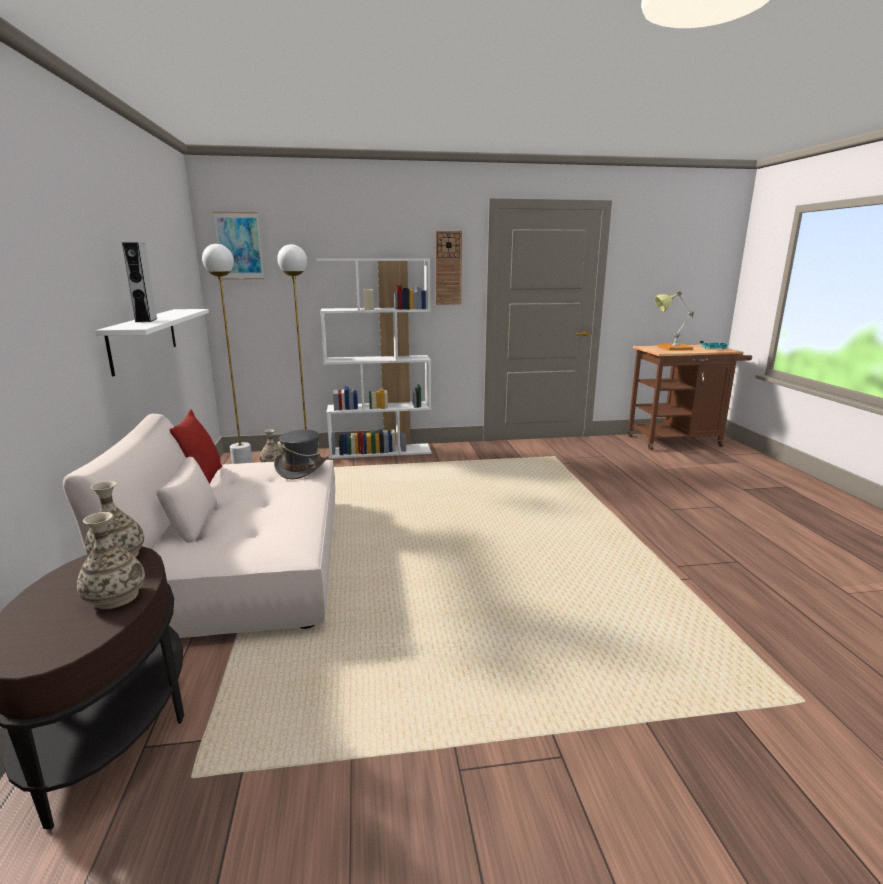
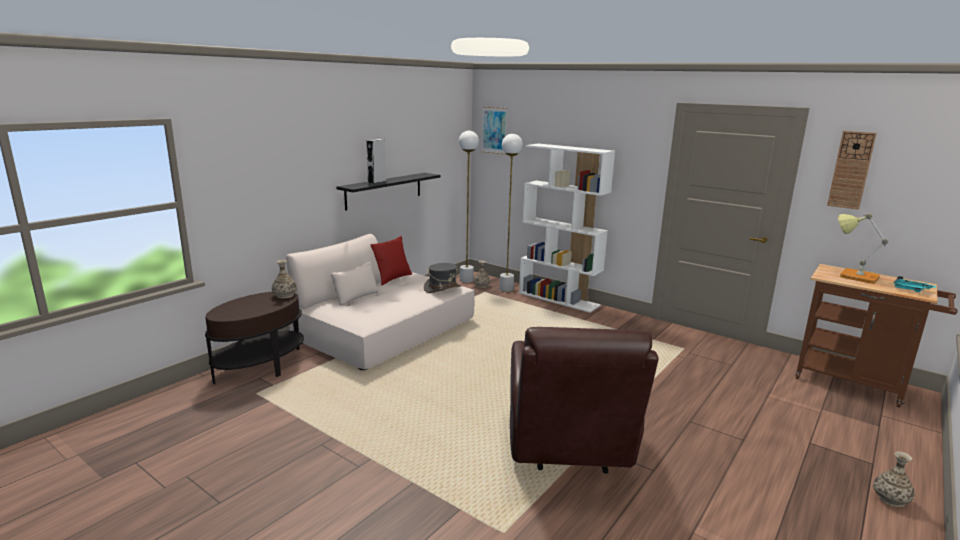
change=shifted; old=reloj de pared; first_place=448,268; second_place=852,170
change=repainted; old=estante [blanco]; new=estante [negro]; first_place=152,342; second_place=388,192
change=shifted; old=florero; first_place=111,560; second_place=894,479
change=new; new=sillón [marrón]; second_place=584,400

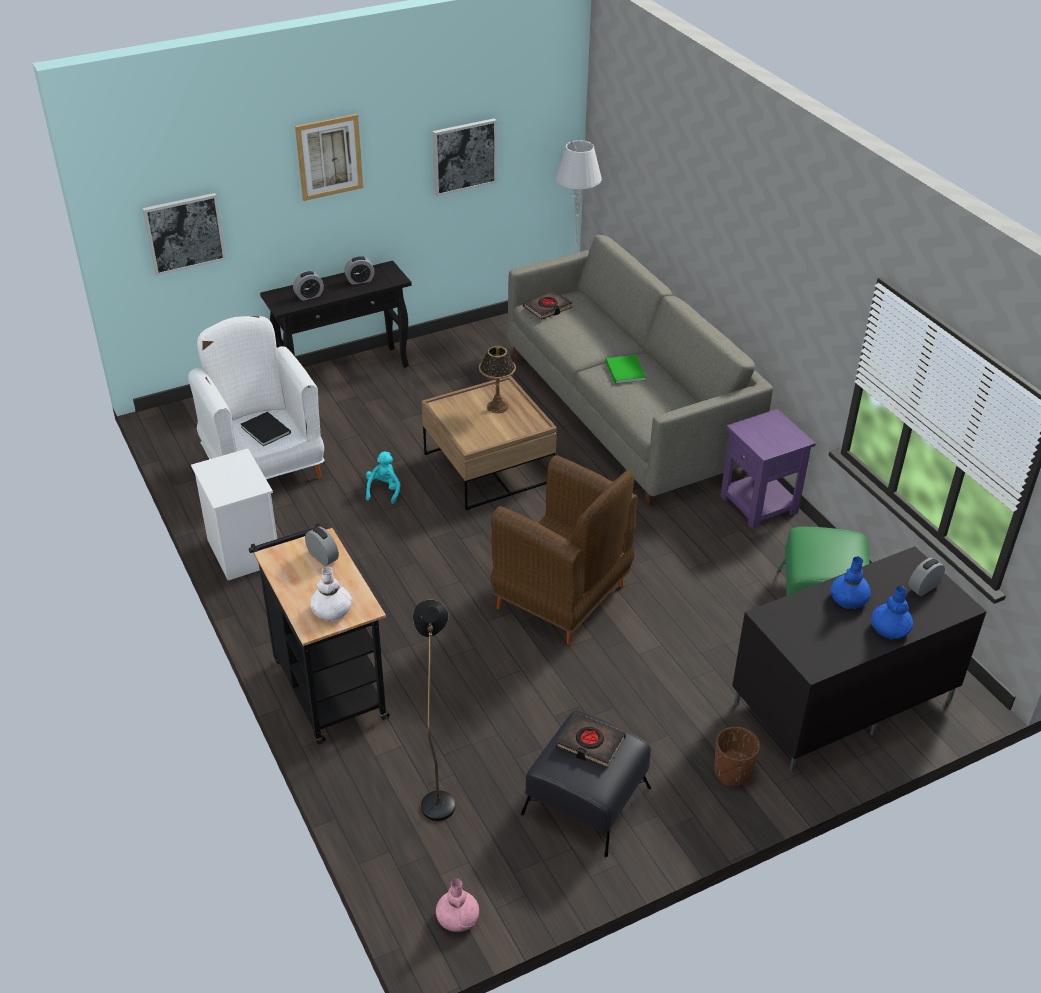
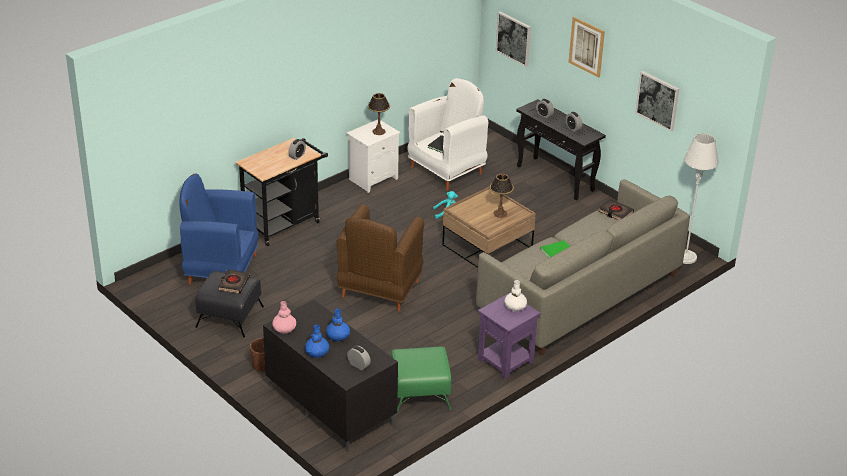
change=shifted; old=florero [blanco]; first_place=331,594; second_place=515,295
change=swapped; old=lámpara de pie [negro]; new=sillón [azul]; first_place=434,710; second_place=219,229
change=shifted; old=florero [rosa]; first_place=457,905; second_place=284,317
change=new; new=lámpara de mesa; second_place=379,114

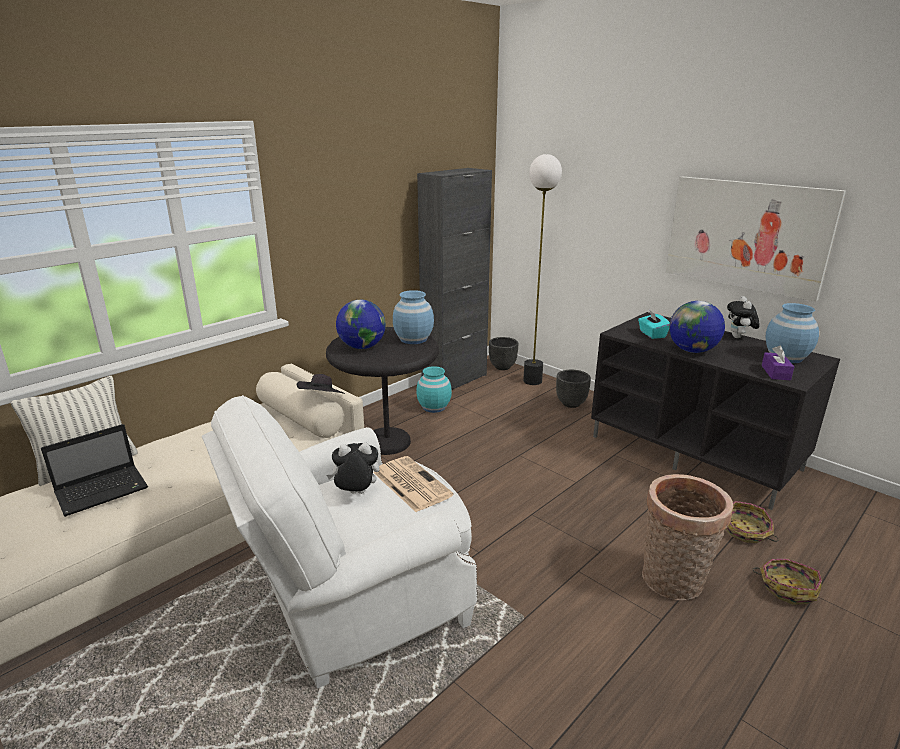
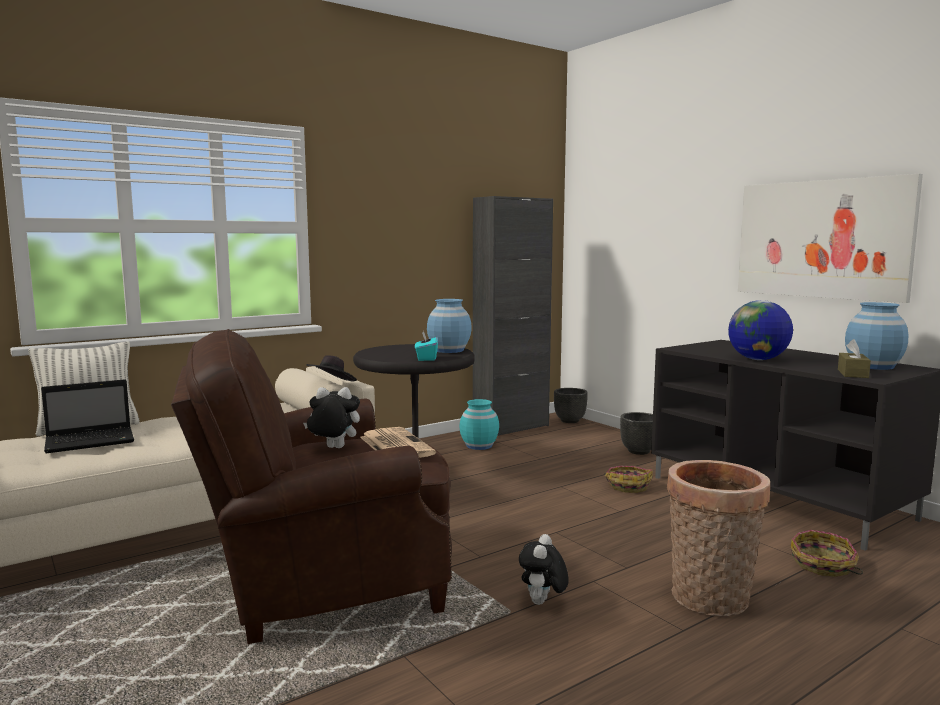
change=gone; old=lámpara de pie; first_place=542,269
change=shifted; old=peluche; first_place=743,317; second_place=544,569
change=gone; old=globo terráqueo; first_place=361,324
change=shifted; old=caja de pañuelos [turquesa]; first_place=654,325; second_place=426,346
change=repainted; old=caja de pañuelos [morado]; new=caja de pañuelos [marrón]; first_place=777,363; second_place=854,358
change=repainted; old=sillón [blanco]; new=sillón [marrón]; first_place=339,542; second_place=311,486
change=shifted; old=cesta; first_place=787,582; second_place=628,479

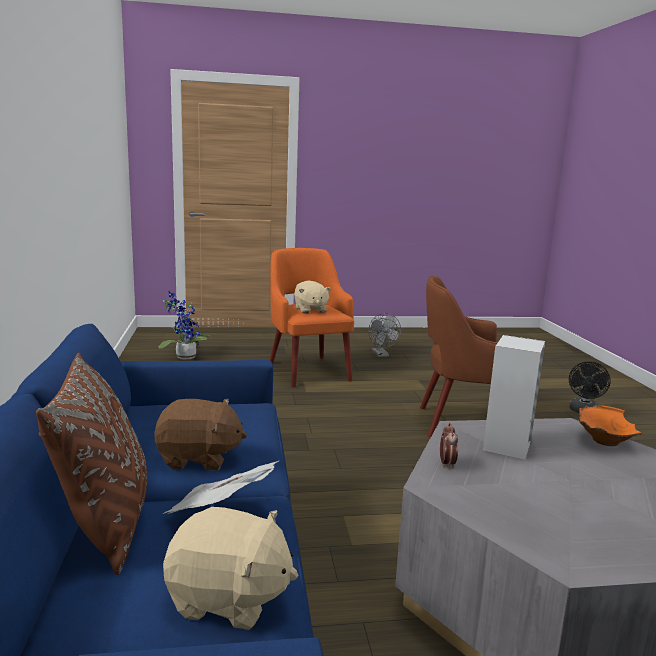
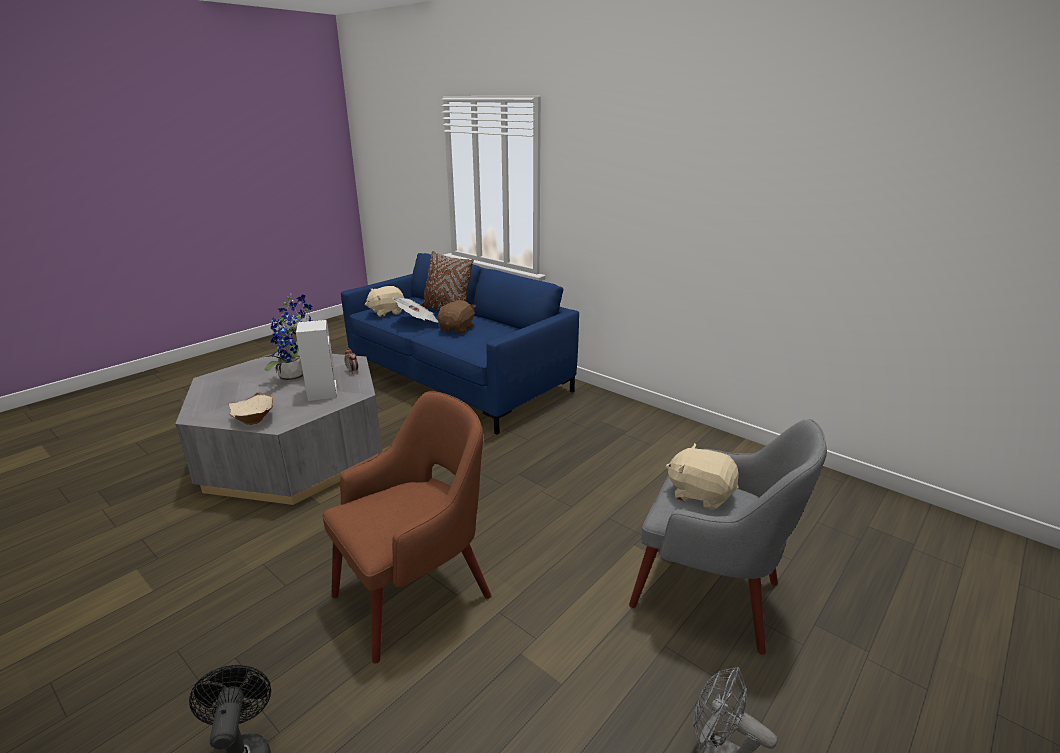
change=repainted; old=sillón [naranja]; new=sillón [gris]; first_place=312,317; second_place=728,537
change=shifted; old=planta en maceta; first_place=184,325; second_place=285,338
change=rotated; old=peluche [marrón]; first_place=200,434; second_place=457,317; degrees=150
change=repainted; old=cuenco [naranja]; new=cuenco [beis]; first_place=610,425; second_place=251,408

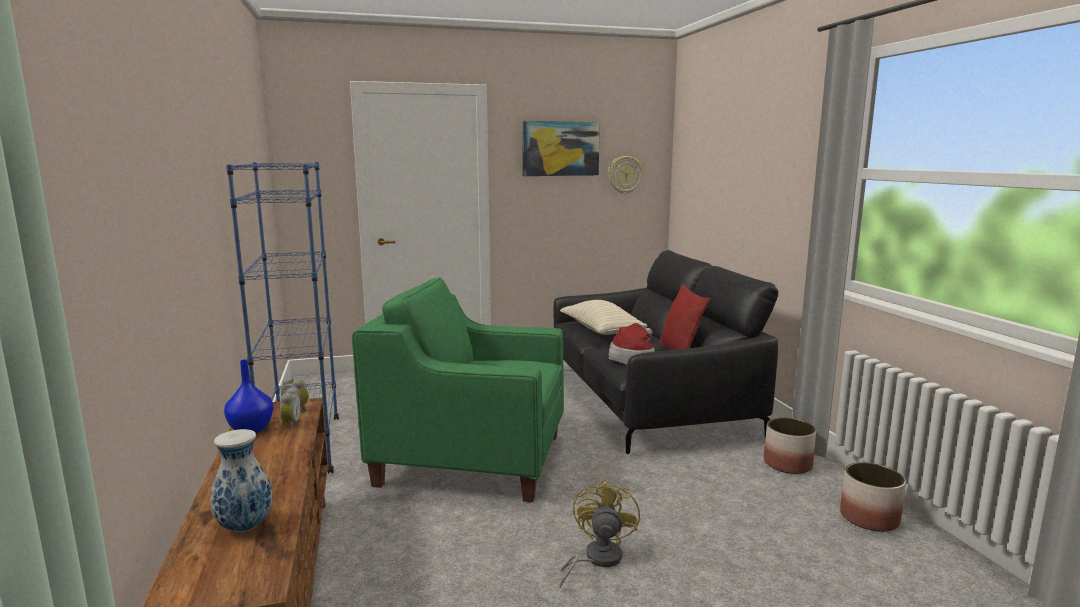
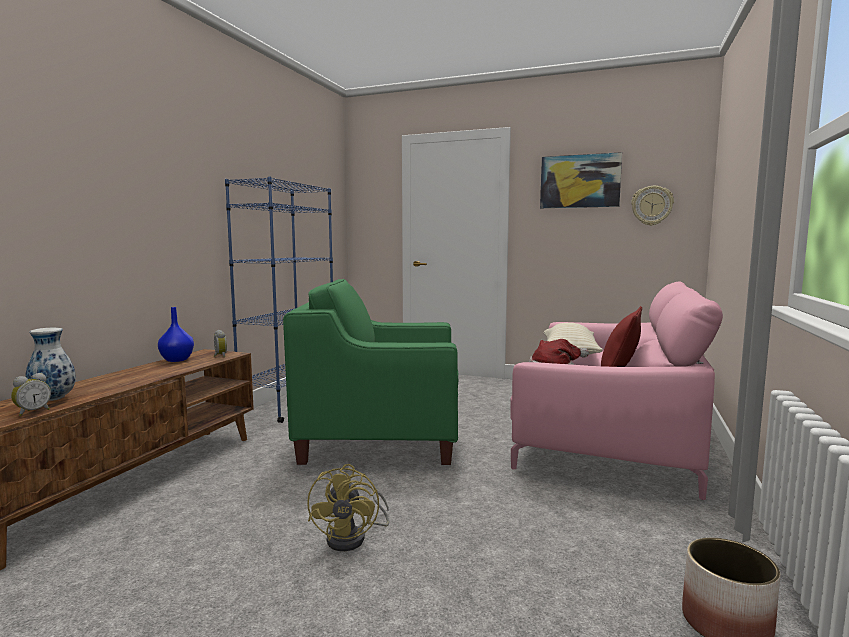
change=repainted; old=sofá [negro]; new=sofá [rosa]; first_place=665,352; second_place=617,390
change=rotated; old=sillón [verde]; first_place=458,389; second_place=370,372; degrees=-45
change=shifted; old=despertador; first_place=290,408; second_place=31,394
change=gone; old=maceta; first_place=790,445
change=rotated; old=ventilador [amarillo]; first_place=600,533; second_place=348,507; degrees=135

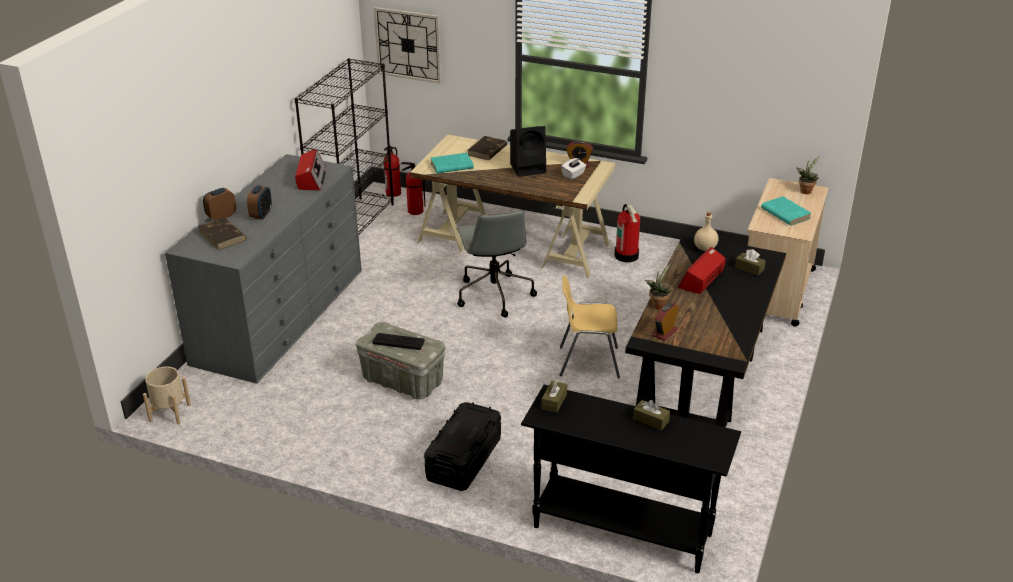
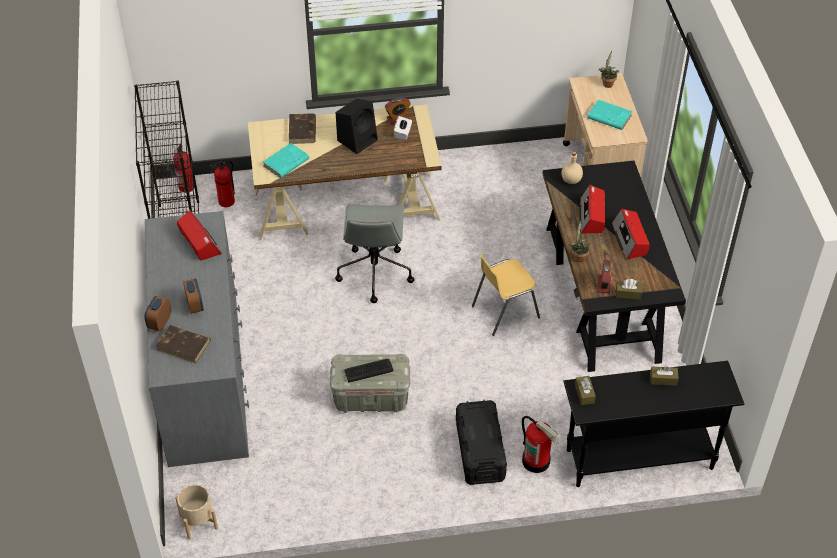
change=gone; old=reloj de pared; first_place=408,45
change=shifted; old=extintor; first_place=627,233; second_place=540,444
change=rotated; old=silla de oficina [gris]; first_place=496,263; second_place=374,253; degrees=45
change=shifted; old=caja de pañuelos [marrón]; first_place=750,262; second_place=629,289
change=new; new=radio; second_place=631,234

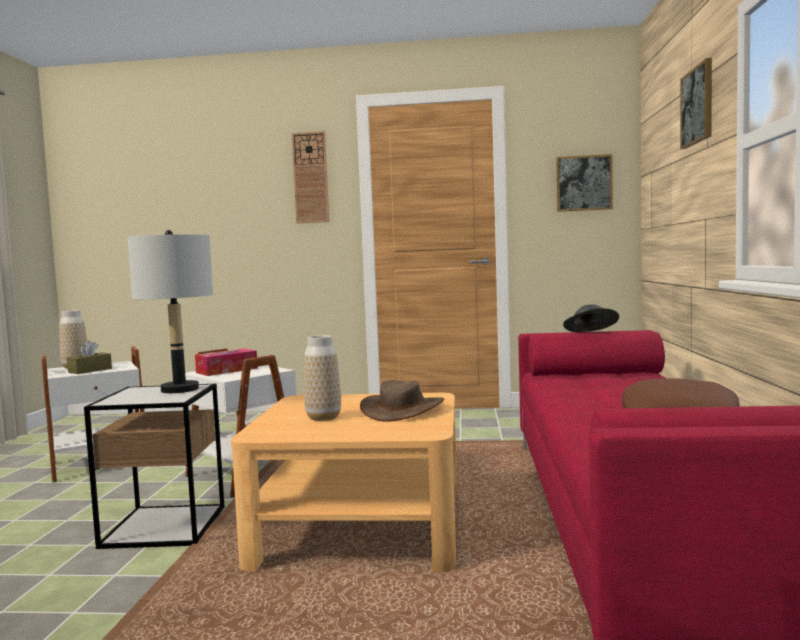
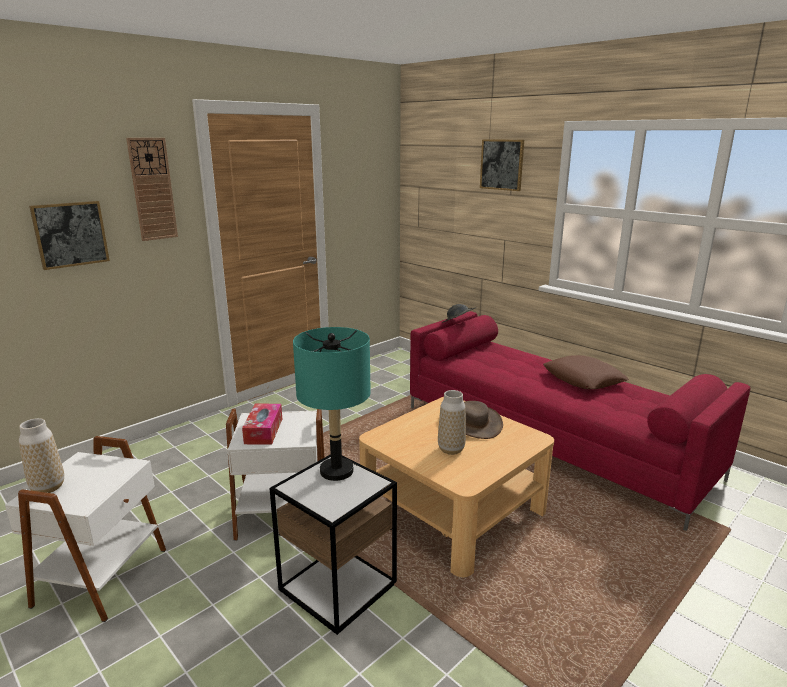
change=shifted; old=cuadro; first_place=584,183; second_place=69,235
change=repainted; old=lámpara de mesa [gris]; new=lámpara de mesa [turquesa]; first_place=170,311; second_place=332,404
change=gone; old=caja de pañuelos [marrón]; first_place=89,357

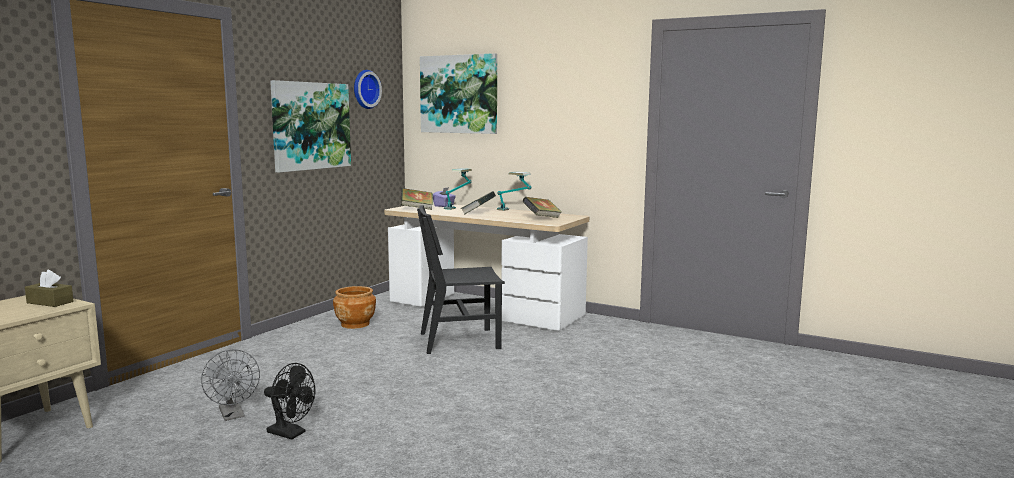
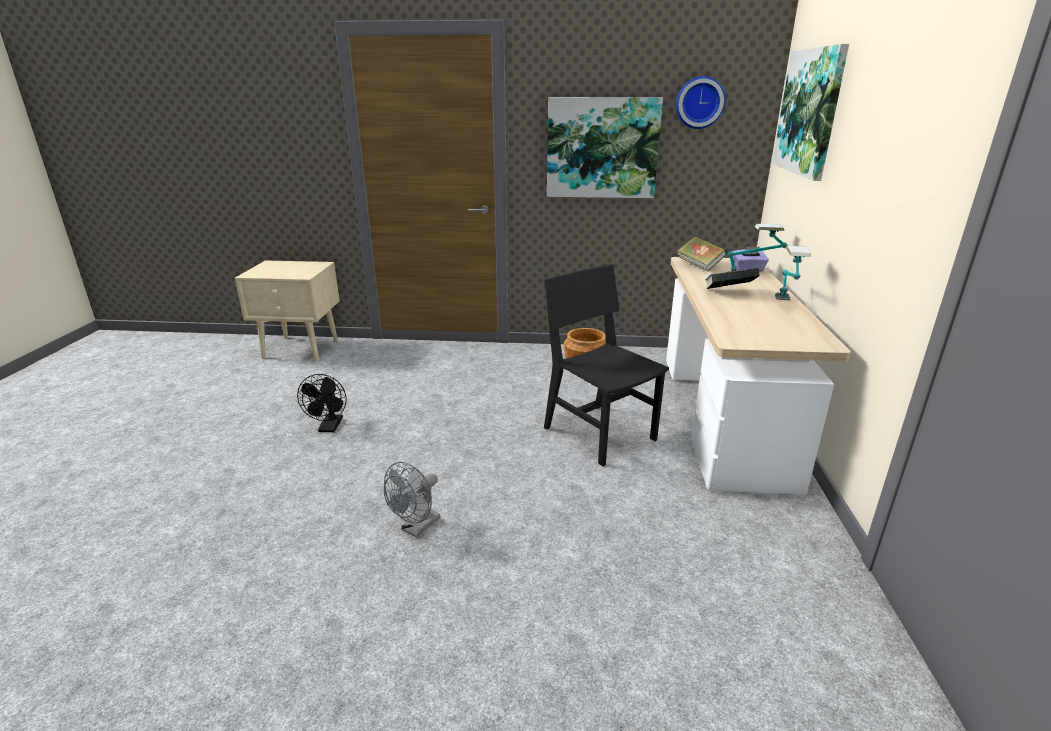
change=gone; old=libro; first_place=541,207
change=gone; old=caja de pañuelos [marrón]; first_place=49,288
change=shifted; old=ventilador [gris]; first_place=230,385; second_place=412,500

